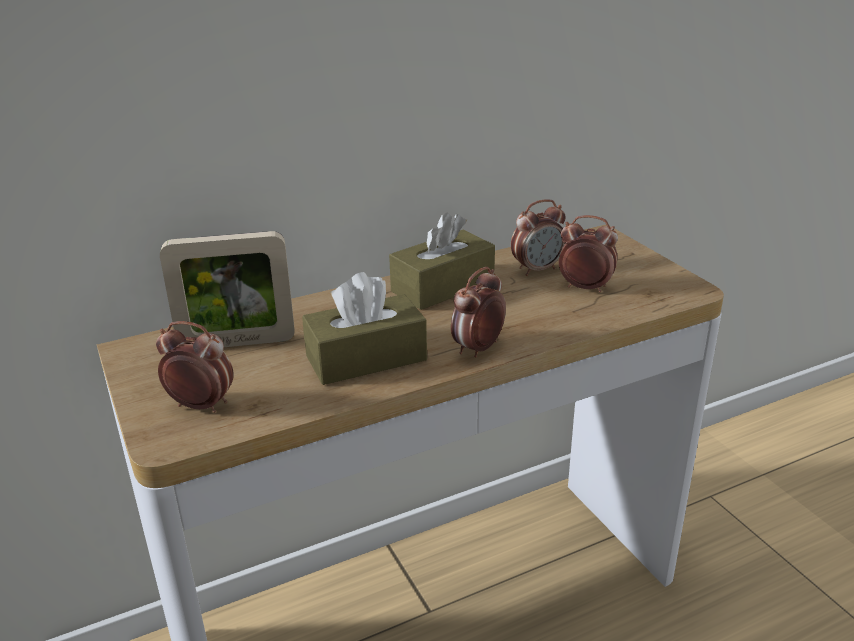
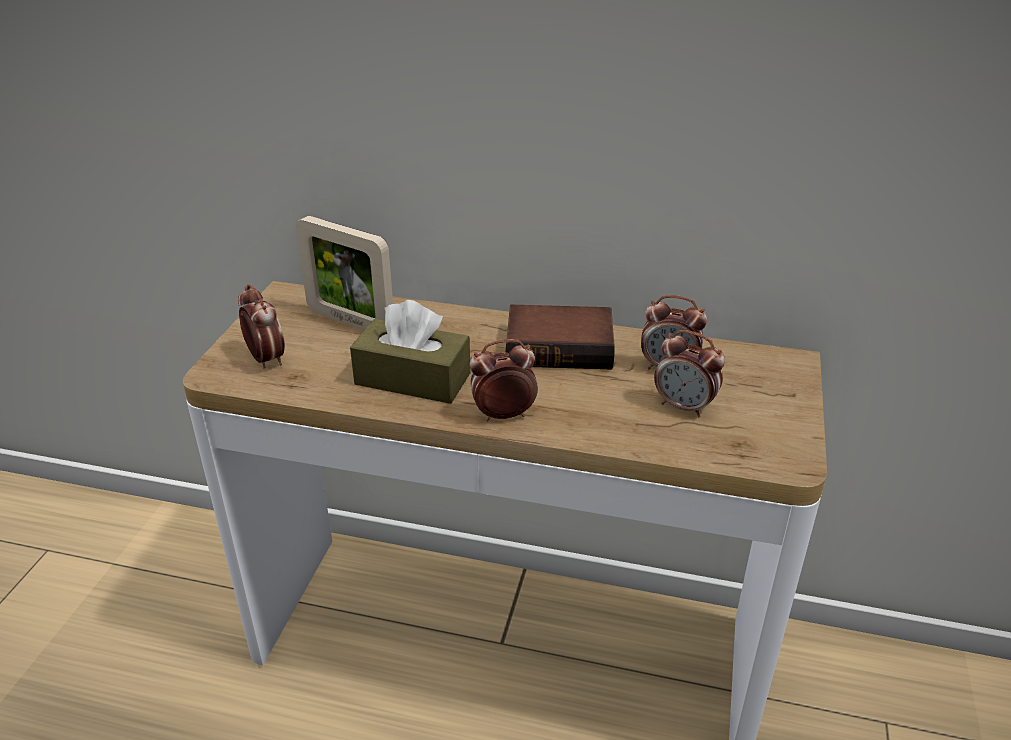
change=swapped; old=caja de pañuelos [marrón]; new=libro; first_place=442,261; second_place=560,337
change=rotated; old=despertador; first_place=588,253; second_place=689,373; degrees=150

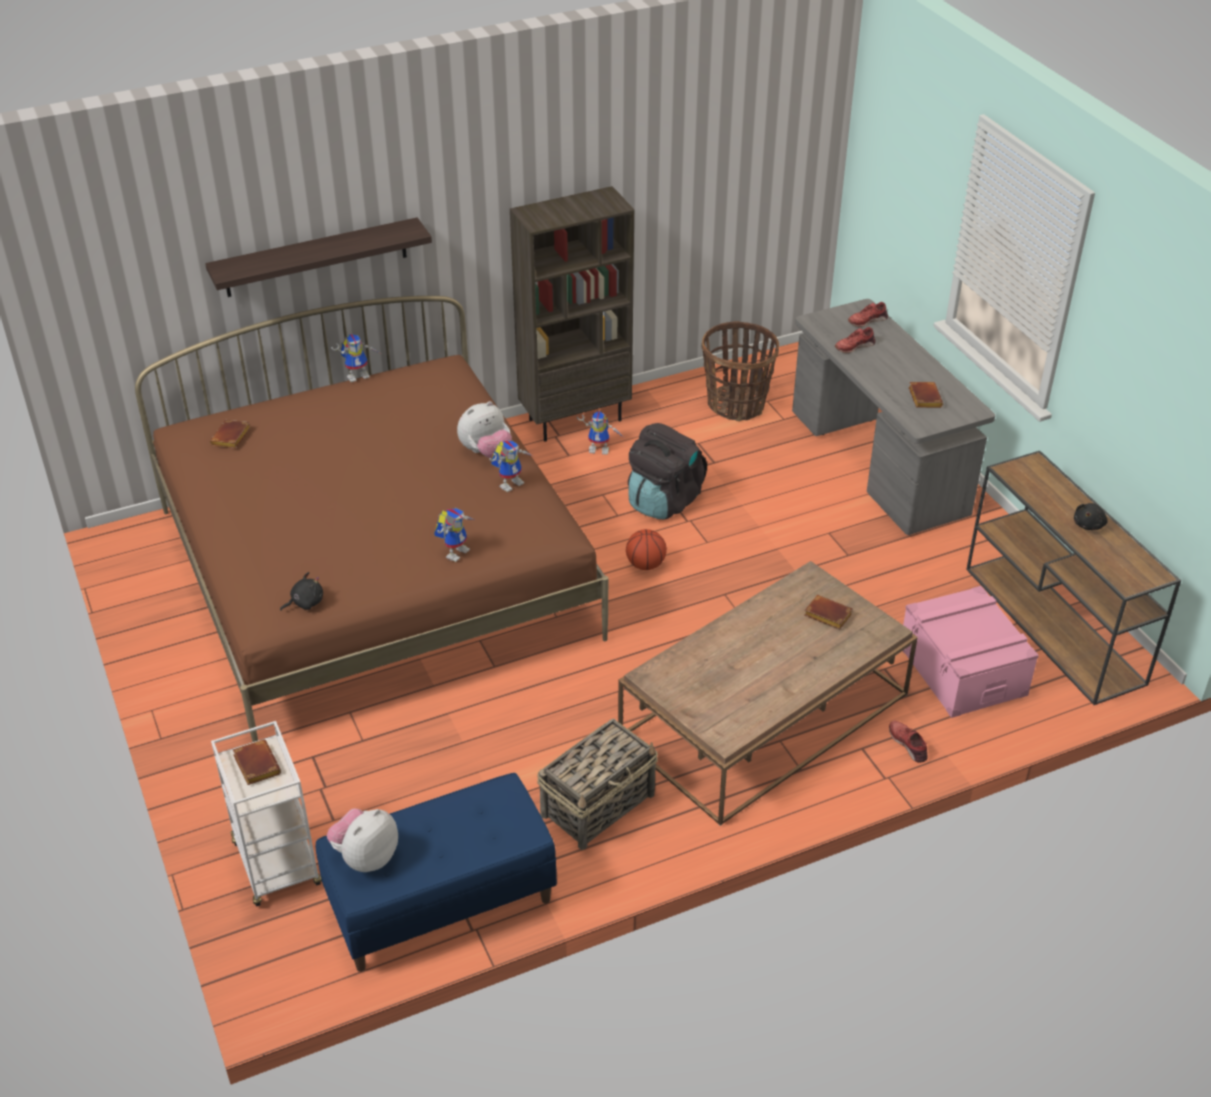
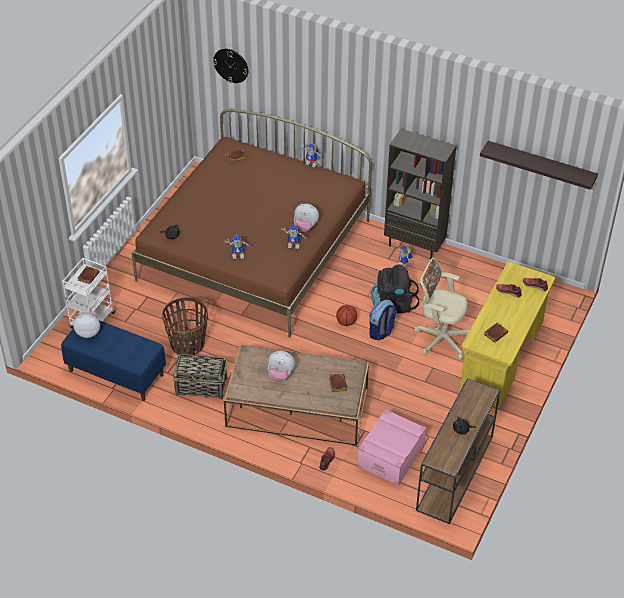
change=shifted; old=estante; first_place=318,257; second_place=539,165
change=repainted; old=escritorio [gris]; new=escritorio [amarillo]; first_place=893,417; second_place=507,335
change=shifted; old=cesta; first_place=740,371; second_place=185,326
change=new; new=reloj de pared; second_place=230,66
change=new; new=silla de oficina [beis]; second_place=442,309
change=new; new=mochila; second_place=383,320
change=new; new=peluche; second_place=281,366

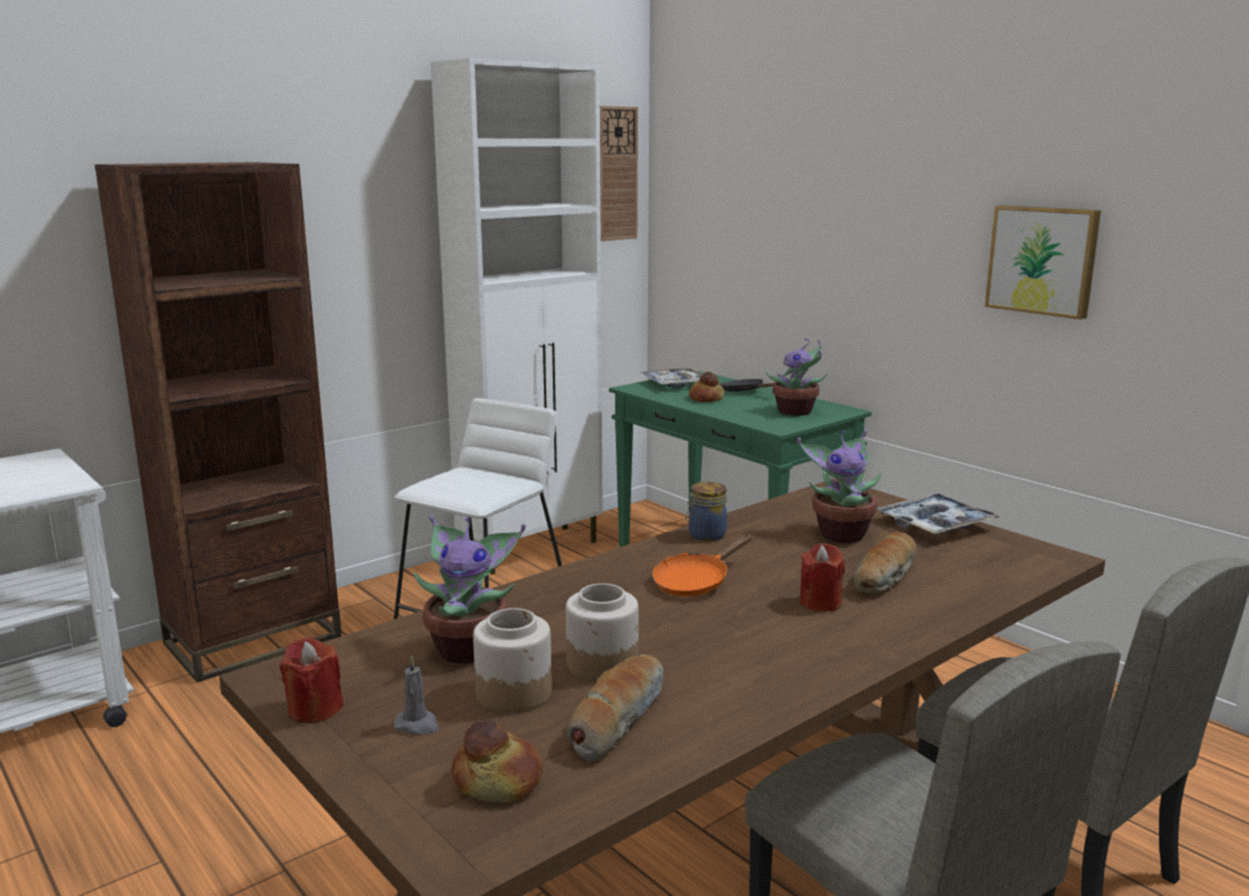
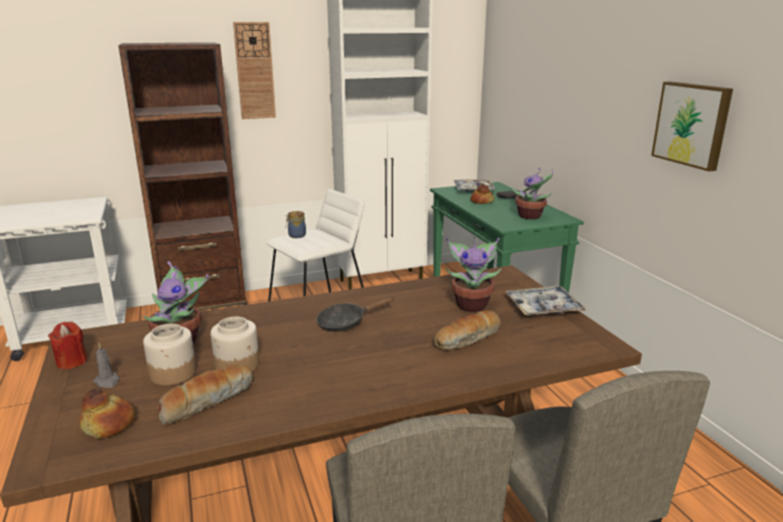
change=shifted; old=reloj de pared; first_place=619,173; second_place=254,70
change=shifted; old=tarro; first_place=706,511; second_place=295,224
change=repainted; old=sartén [naranja]; new=sartén [negro]; first_place=702,565; second_place=355,314
change=gone; old=vela [rojo]; first_place=822,577

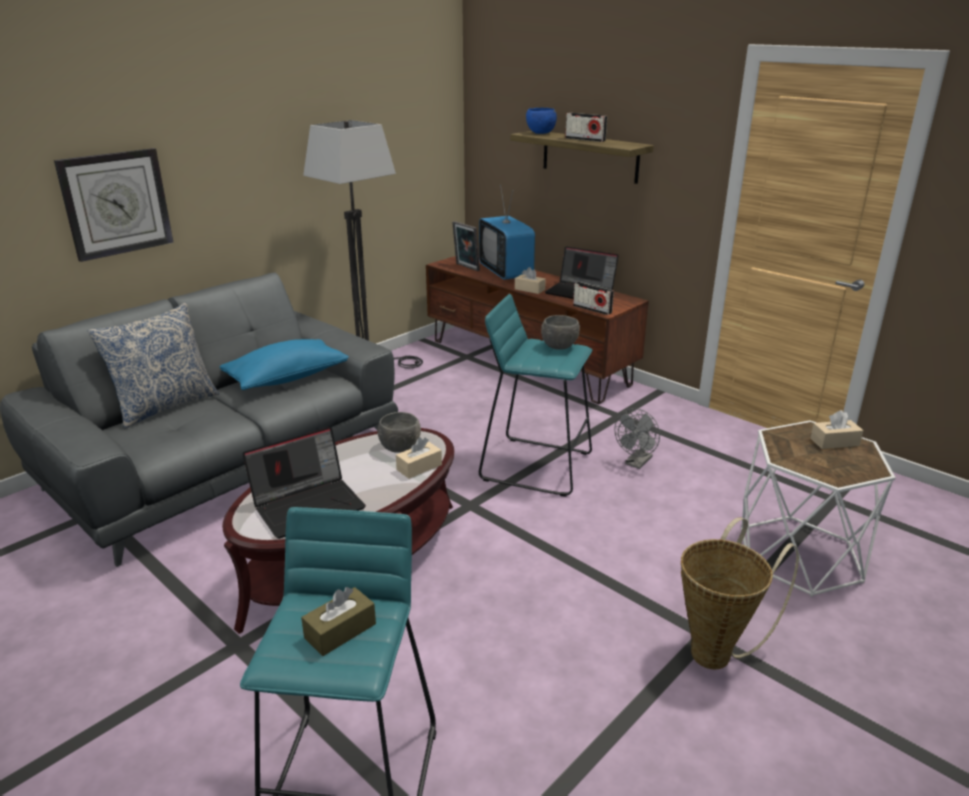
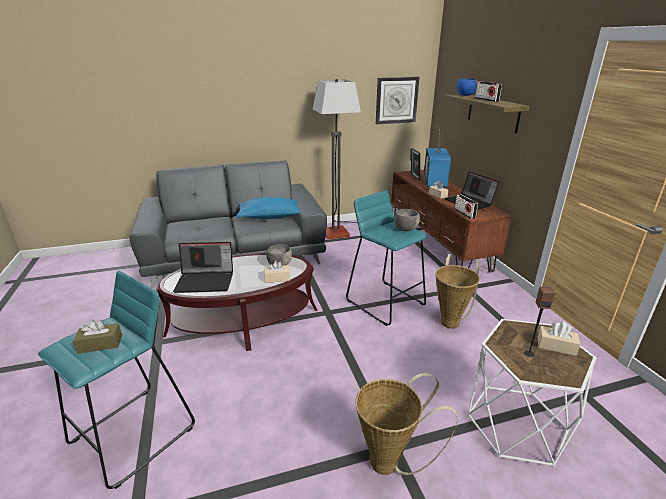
change=shifted; old=reloj de pared; first_place=114,205; second_place=397,100
change=gone; old=cojín; first_place=153,365
change=swapped; old=ventilador [gris]; new=cesta; first_place=637,438; second_place=457,291
change=new; new=altavoz; second_place=539,321

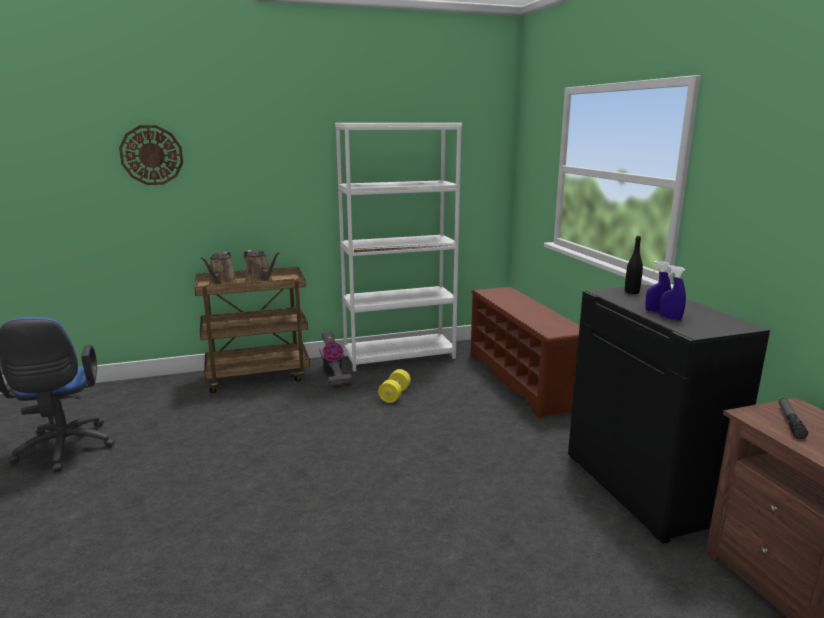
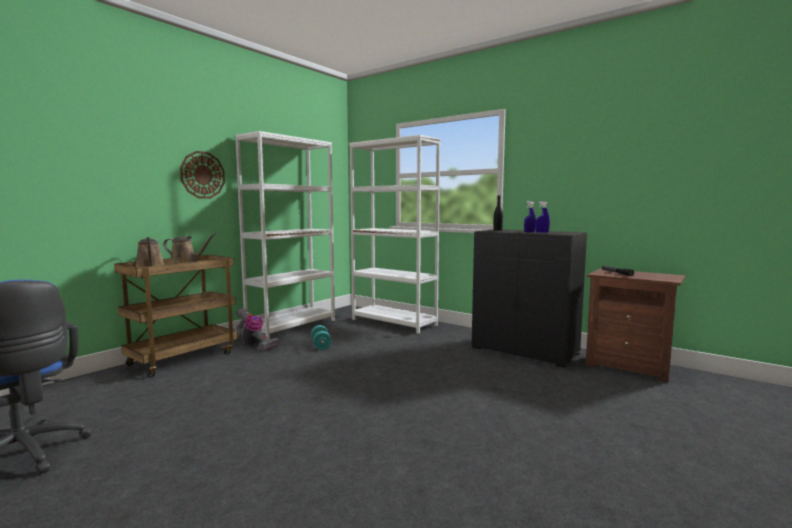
change=shifted; old=reloj de pared; first_place=151,155; second_place=202,175
change=swapped; old=zapatero [marrón]; new=estantería [blanco]; first_place=525,352; second_place=395,234
change=repainted; old=mancuerna [amarillo]; new=mancuerna [turquesa]; first_place=394,386; second_place=321,337

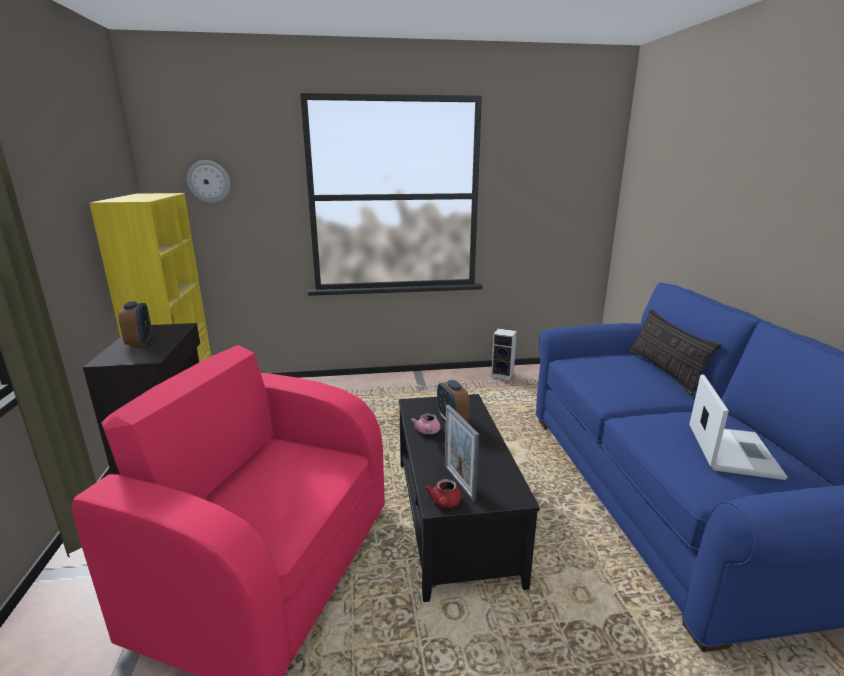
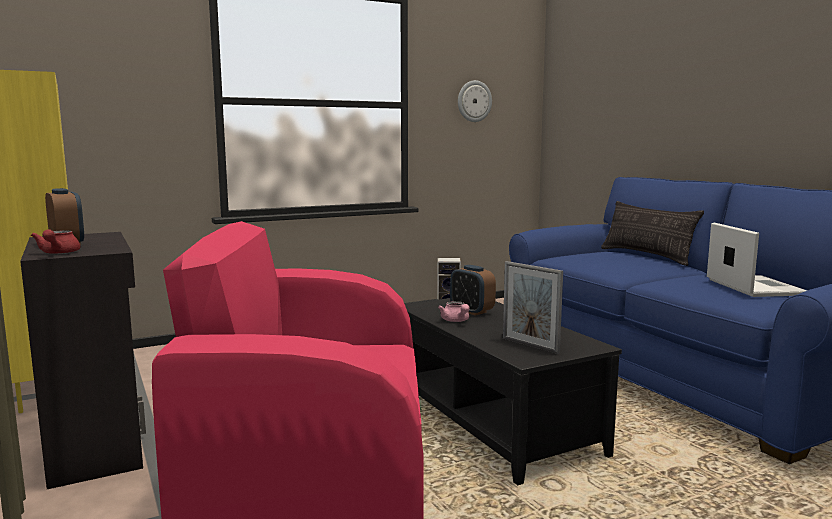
change=shifted; old=reloj de pared; first_place=208,181; second_place=475,101
change=shifted; old=tetera [rojo]; first_place=442,493; second_place=55,241

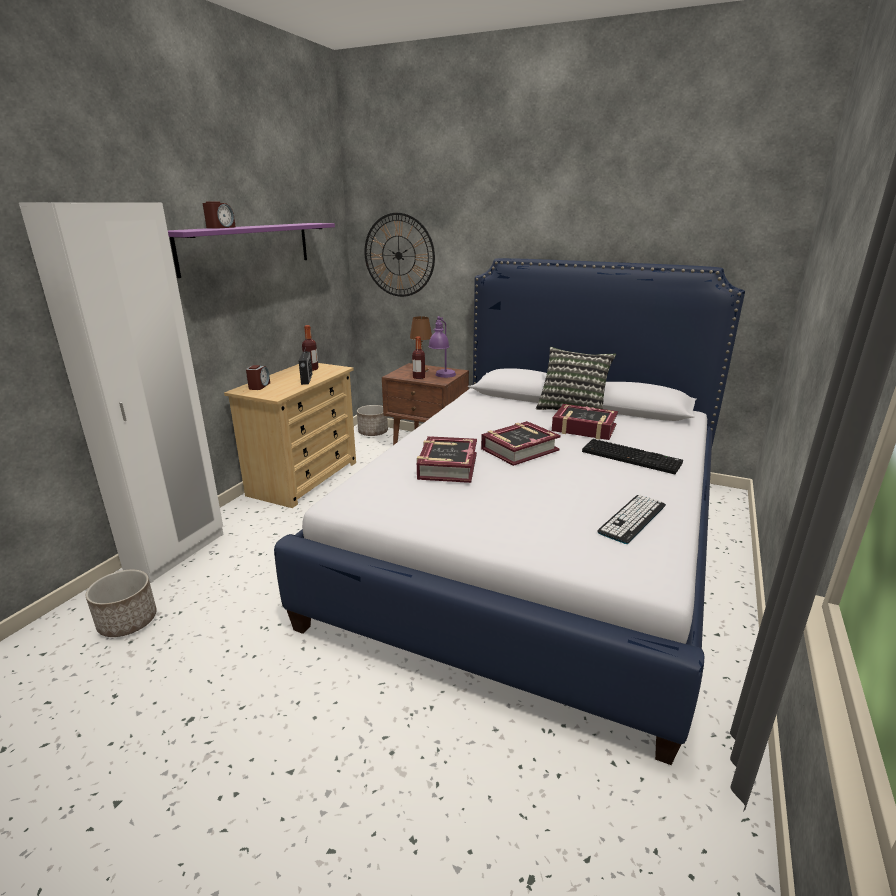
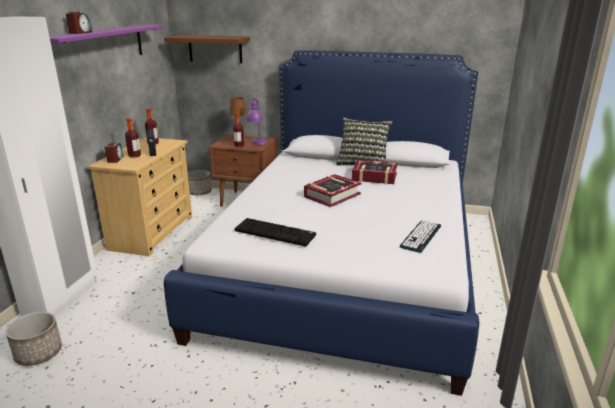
change=swapped; old=reloj de pared; new=estante [marrón]; first_place=399,255; second_place=207,49
change=gone; old=libro; first_place=447,459
change=shifted; old=teclado; first_place=632,456; second_place=275,232
change=new; new=botella; second_place=133,138

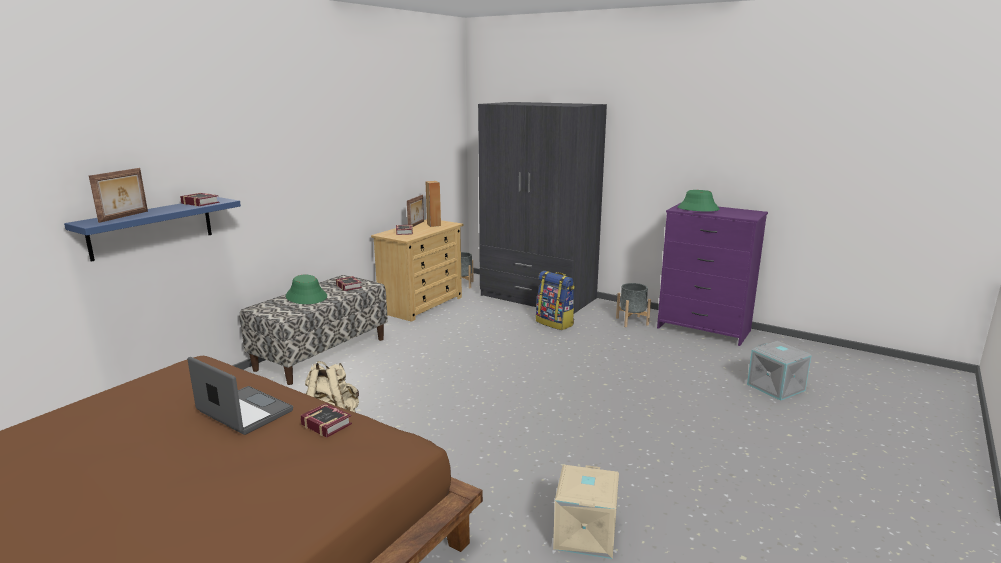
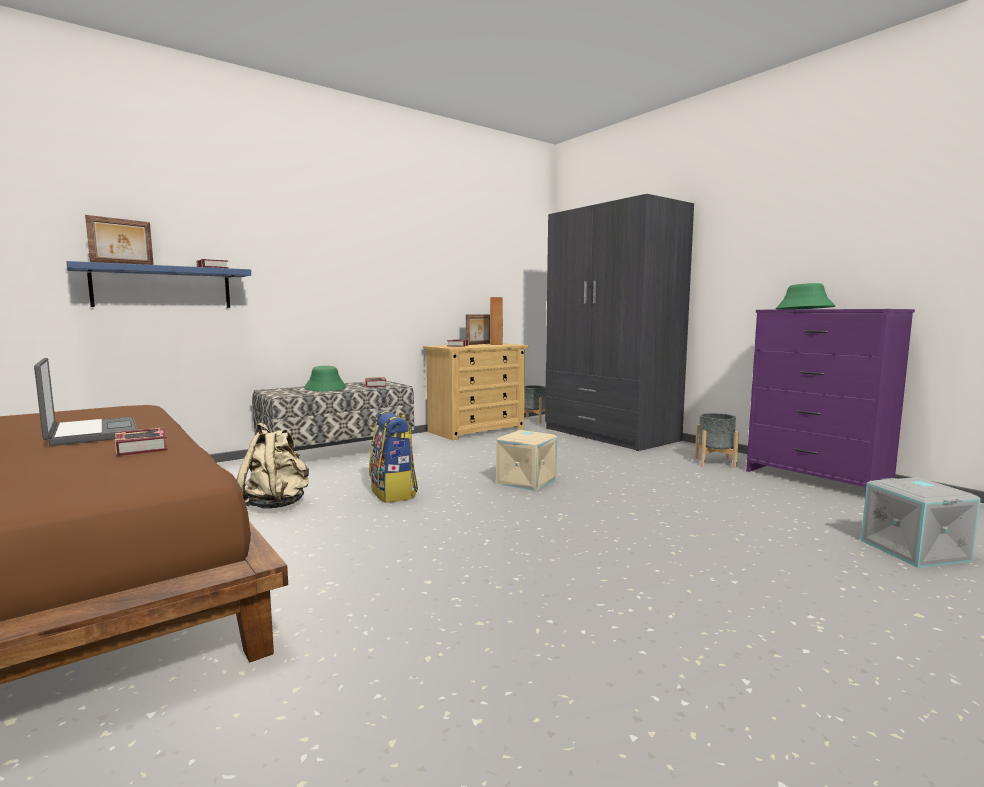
change=shifted; old=mochila; first_place=555,300; second_place=393,456
change=shifted; old=caja de almacenaje [beis]; first_place=586,512; second_place=526,460

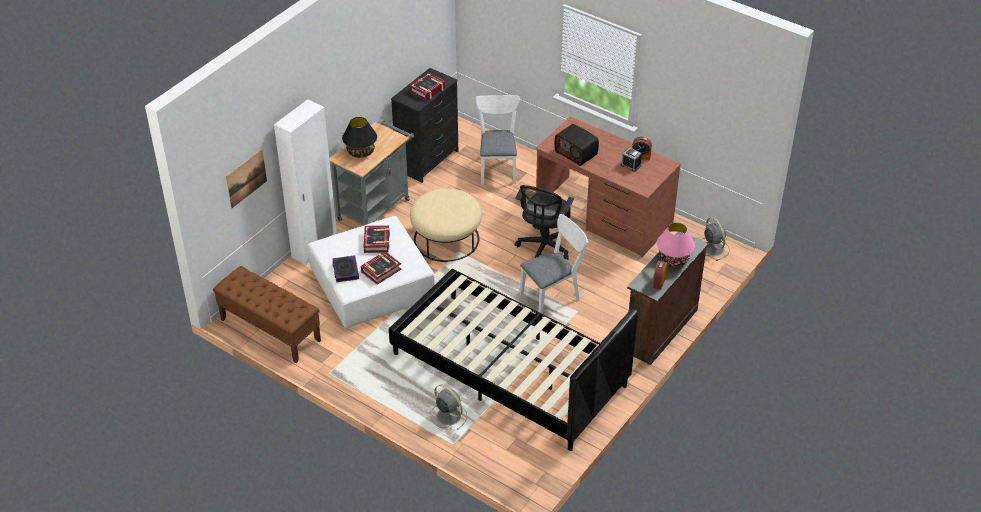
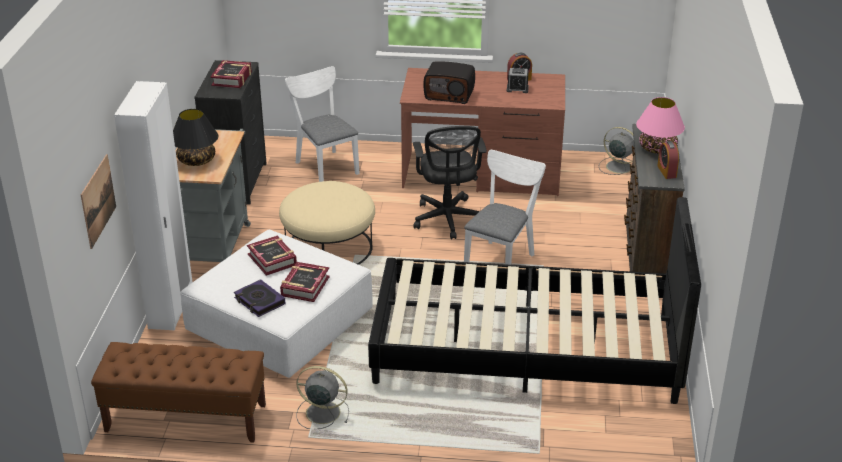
change=shifted; old=ventilador [gris]; first_place=449,407; second_place=322,397

